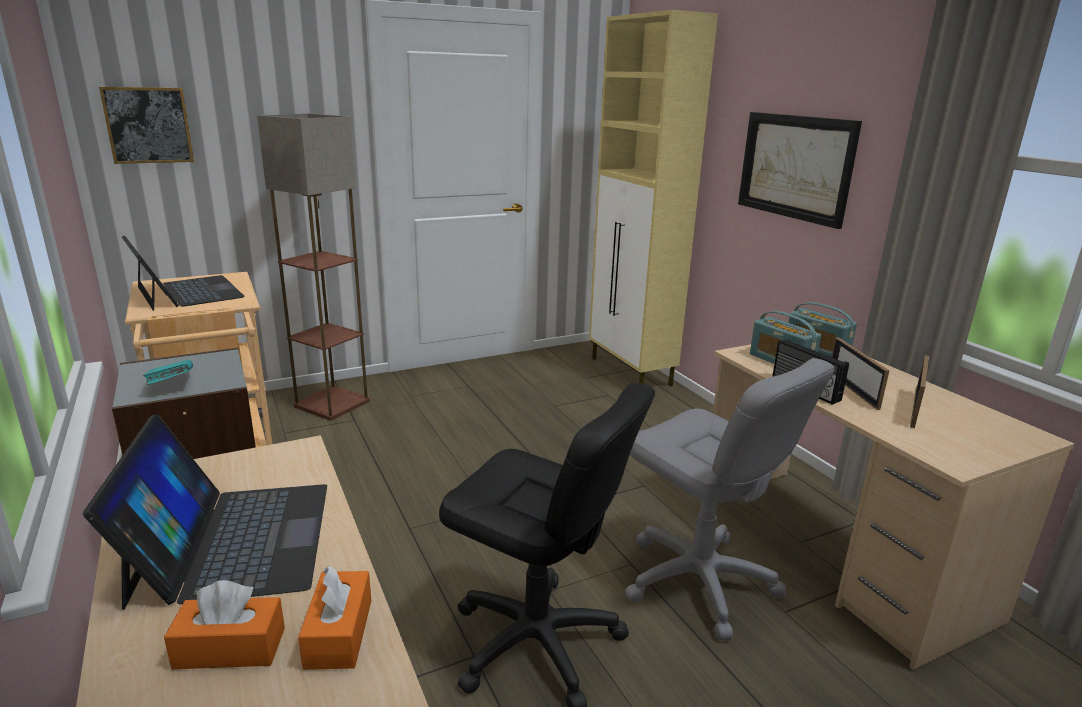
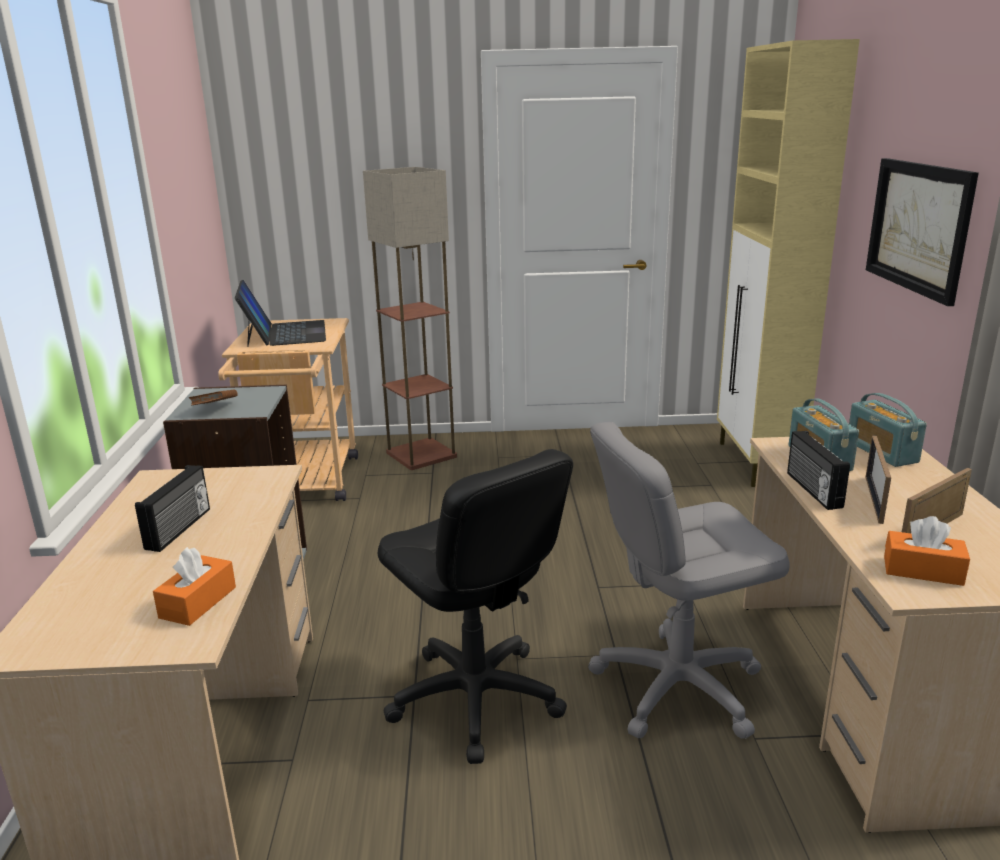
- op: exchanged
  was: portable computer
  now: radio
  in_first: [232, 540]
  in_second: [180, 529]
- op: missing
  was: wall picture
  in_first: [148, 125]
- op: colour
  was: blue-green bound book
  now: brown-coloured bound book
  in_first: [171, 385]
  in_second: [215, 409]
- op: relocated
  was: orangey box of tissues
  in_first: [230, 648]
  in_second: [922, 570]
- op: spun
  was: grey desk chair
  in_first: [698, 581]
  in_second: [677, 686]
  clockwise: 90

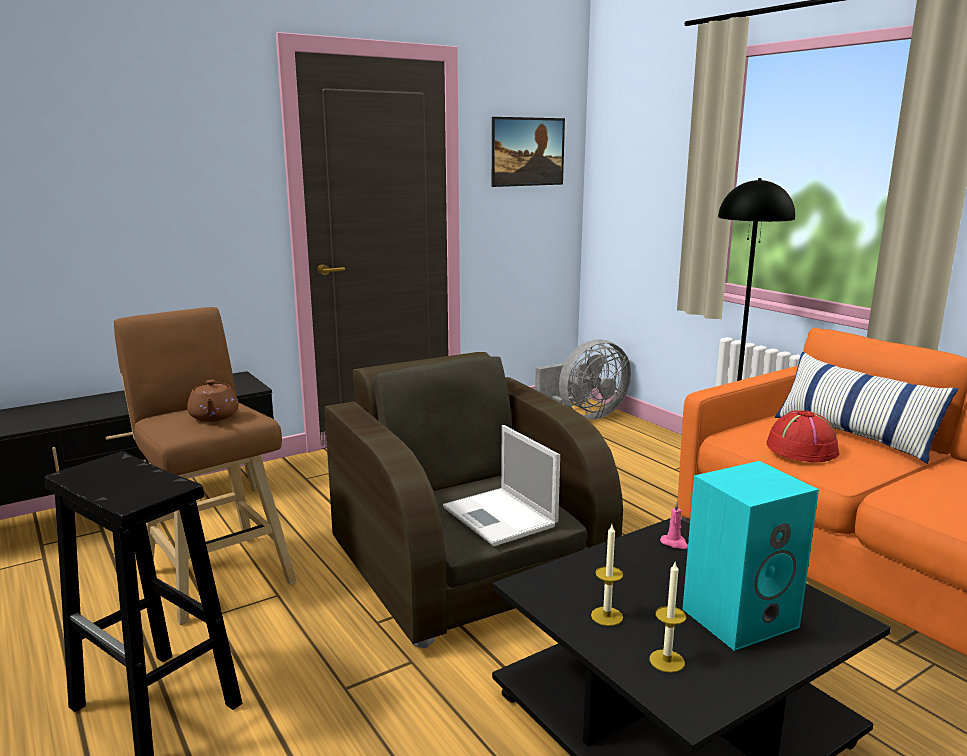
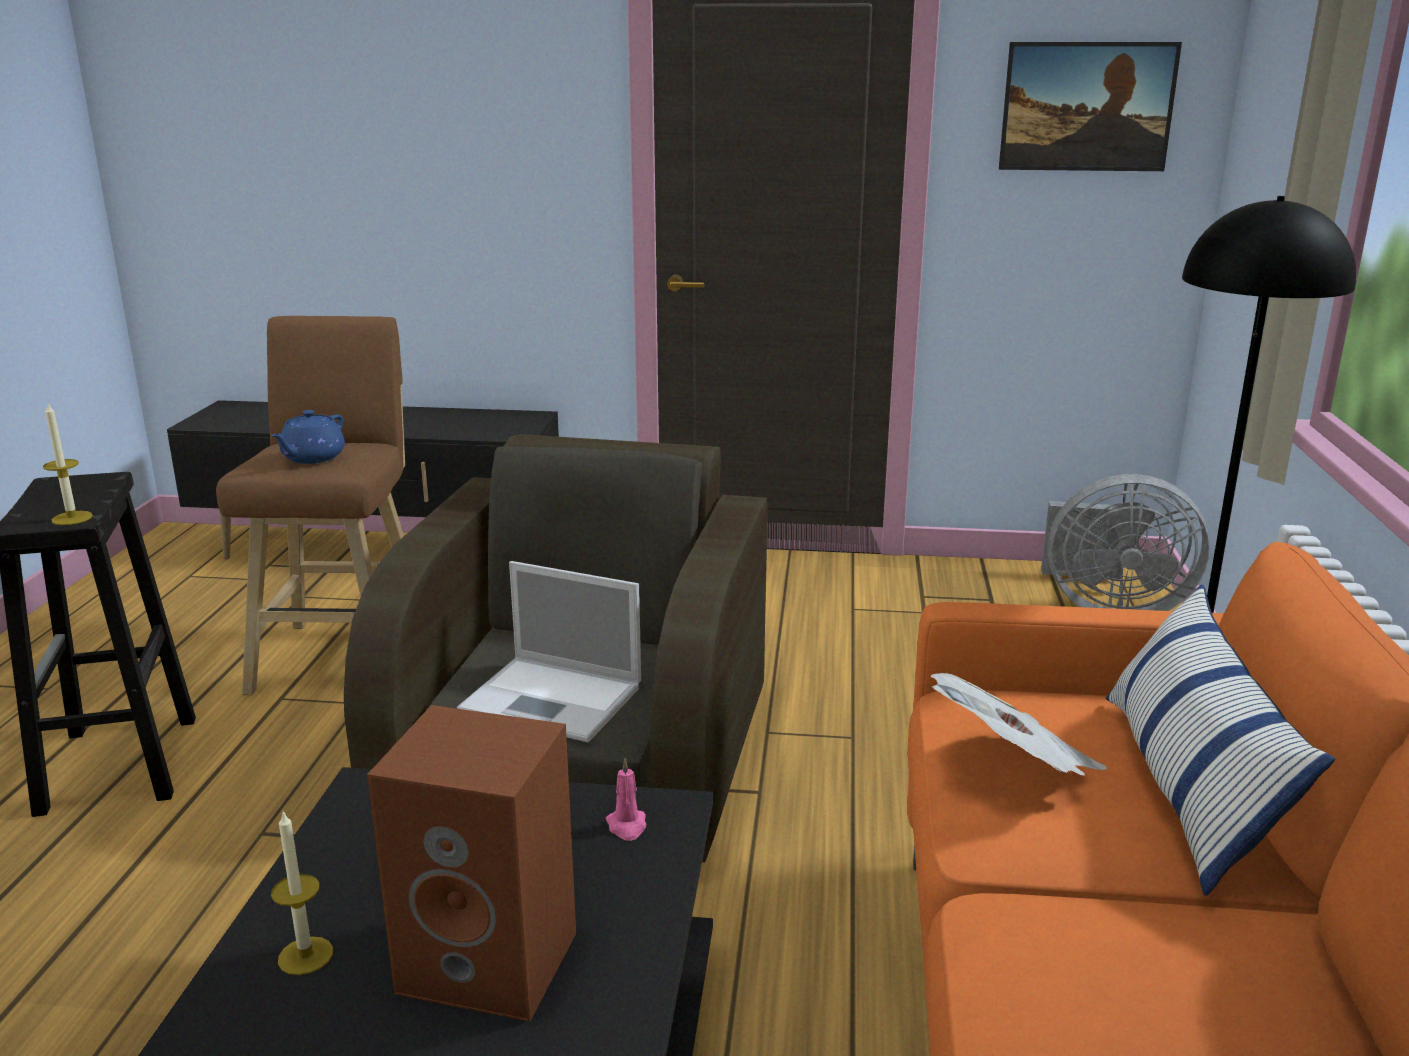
- op: colour
  was: brown-coloured teapot
  now: bluish teapot
  in_first: [214, 417]
  in_second: [312, 458]
- op: spun
  was: portable computer
  in_first: [501, 517]
  in_second: [555, 699]
  clockwise: -75
- op: relocated
  was: candle
  in_first: [607, 616]
  in_second: [72, 518]
- op: colour
  was: blue-green audio speaker
  now: brown-coloured audio speaker
  in_first: [740, 616]
  in_second: [493, 961]
- op: exchanged
  was: reddish hat
  now: daily paper
  in_first: [801, 448]
  in_second: [1014, 766]

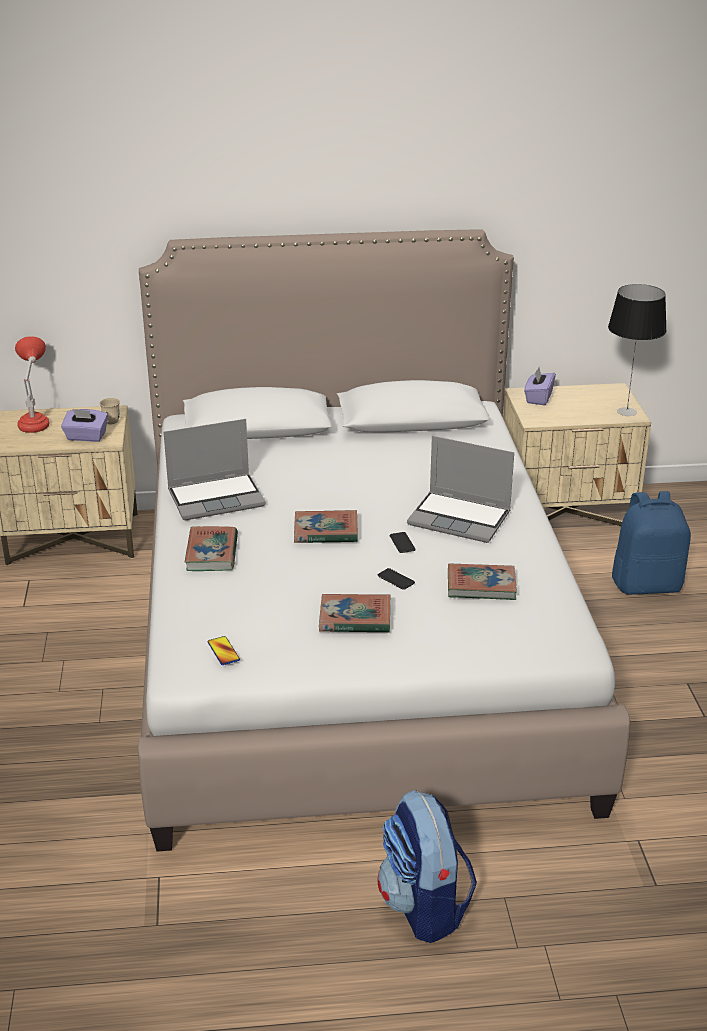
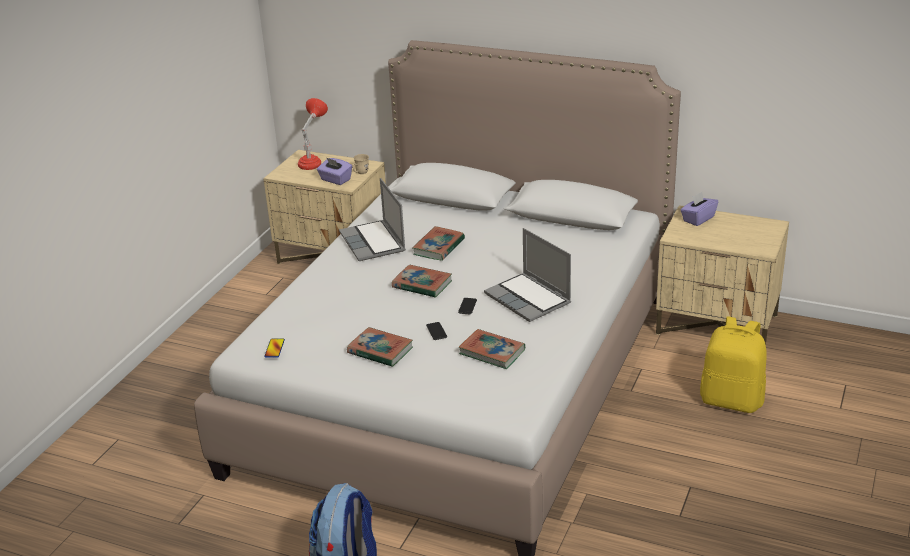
- op: spun
  was: portable computer
  in_first: [217, 497]
  in_second: [374, 242]
  clockwise: 60
- op: relocated
  was: bound book
  in_first: [212, 553]
  in_second: [439, 247]
- op: missing
  was: table lamp
  in_first: [627, 411]
- op: colour
  was: bluish backpack
  now: yellowish backpack
  in_first: [647, 584]
  in_second: [732, 400]

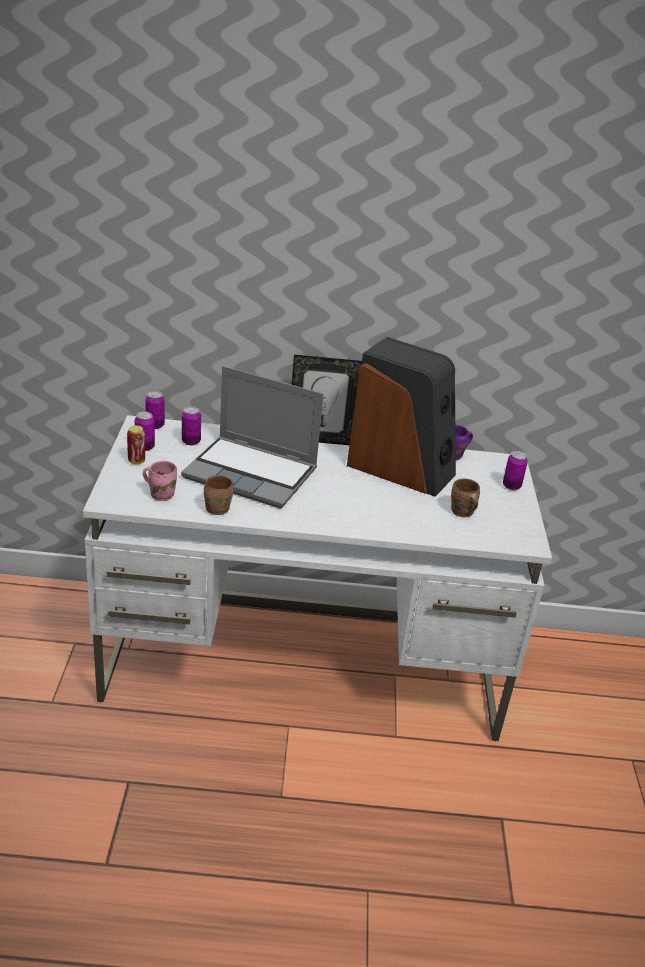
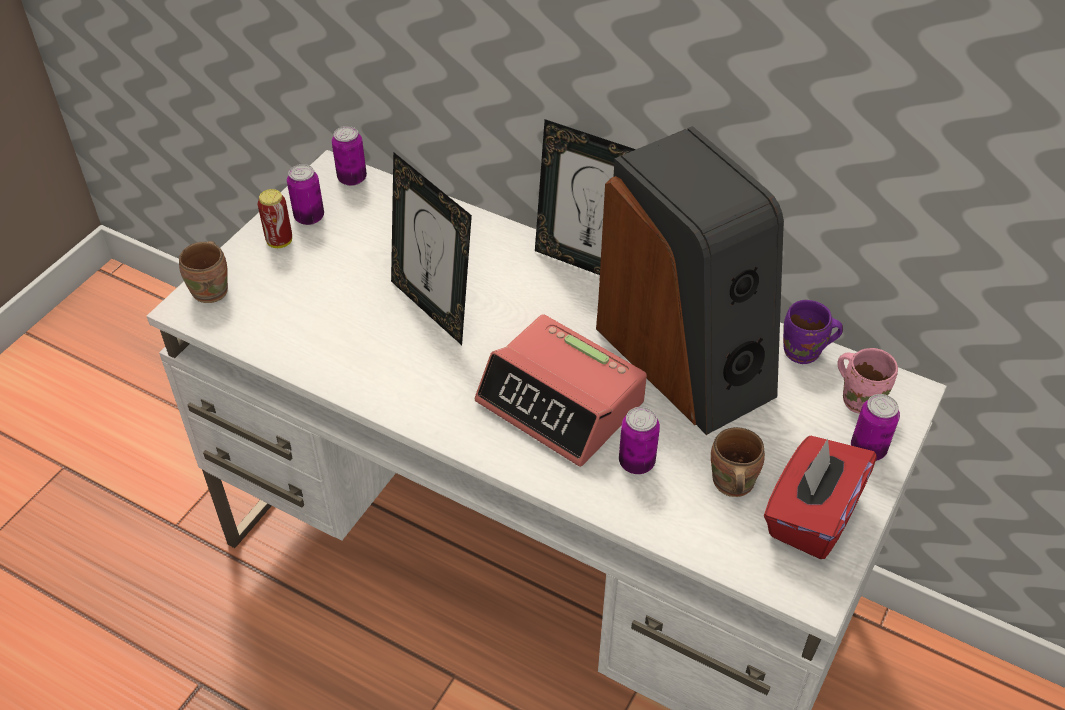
- op: relocated
  was: pink coffee mug
  in_first: [161, 494]
  in_second: [860, 398]
- op: exchanged
  was: portable computer
  now: picture frame
  in_first: [252, 473]
  in_second: [433, 308]
- op: relocated
  was: sealed can
  in_first: [191, 441]
  in_second: [636, 462]
- op: relocated
  was: brown-coloured coffee mug
  in_first: [218, 508]
  in_second: [213, 290]
- op: appeared
  now: bedside clock
  in_second: [561, 402]
- op: appeared
  now: reddish box of tissues
  in_second: [811, 515]

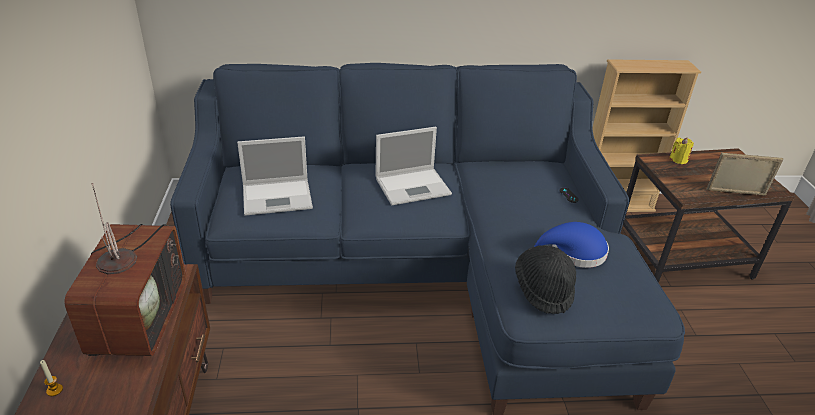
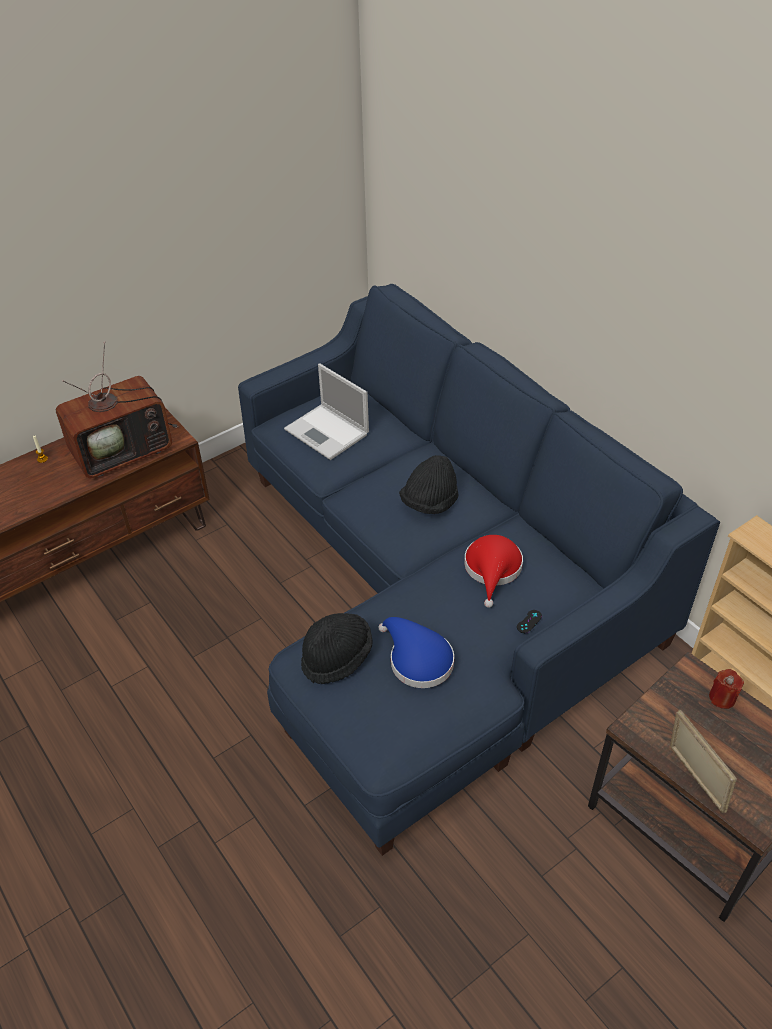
- op: exchanged
  was: portable computer
  now: blackish hat
  in_first: [414, 186]
  in_second: [429, 502]
- op: colour
  was: yellowish candle
  now: reddish candle
  in_first: [678, 160]
  in_second: [722, 698]
- op: appeared
  now: reddish hat
  in_second: [493, 569]

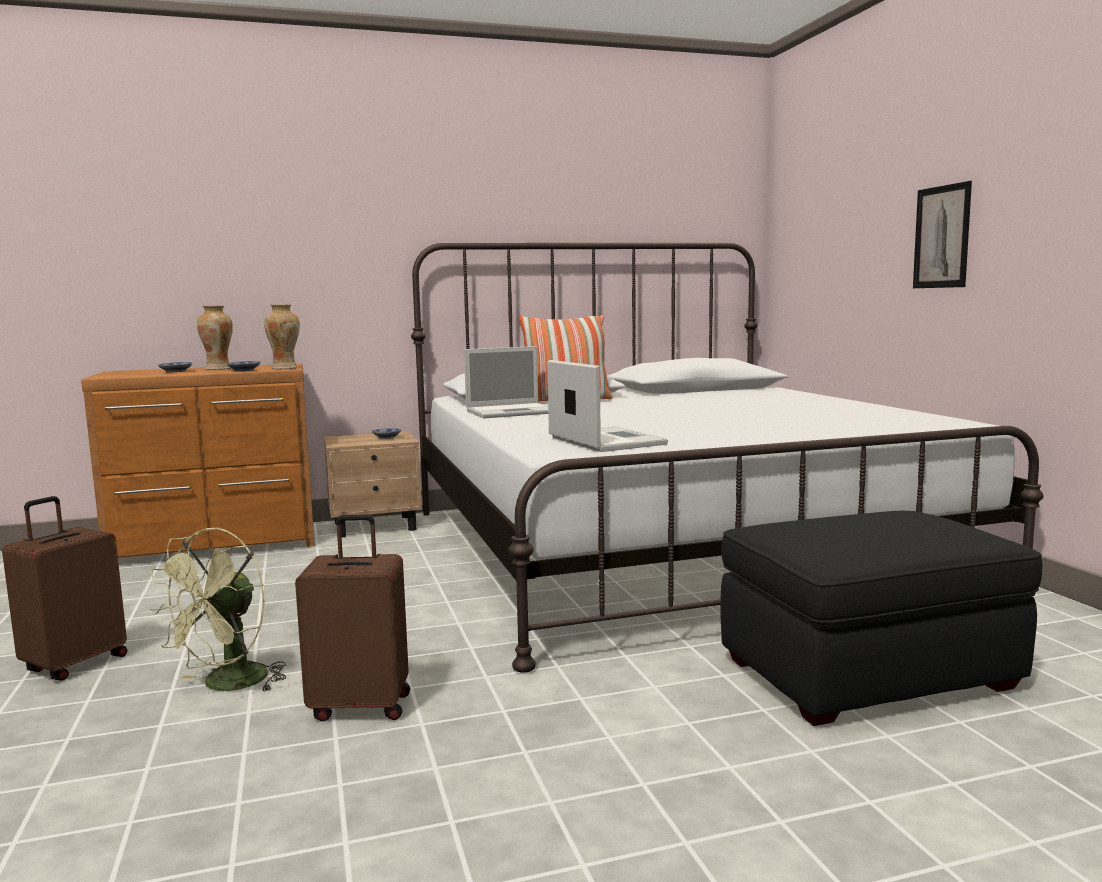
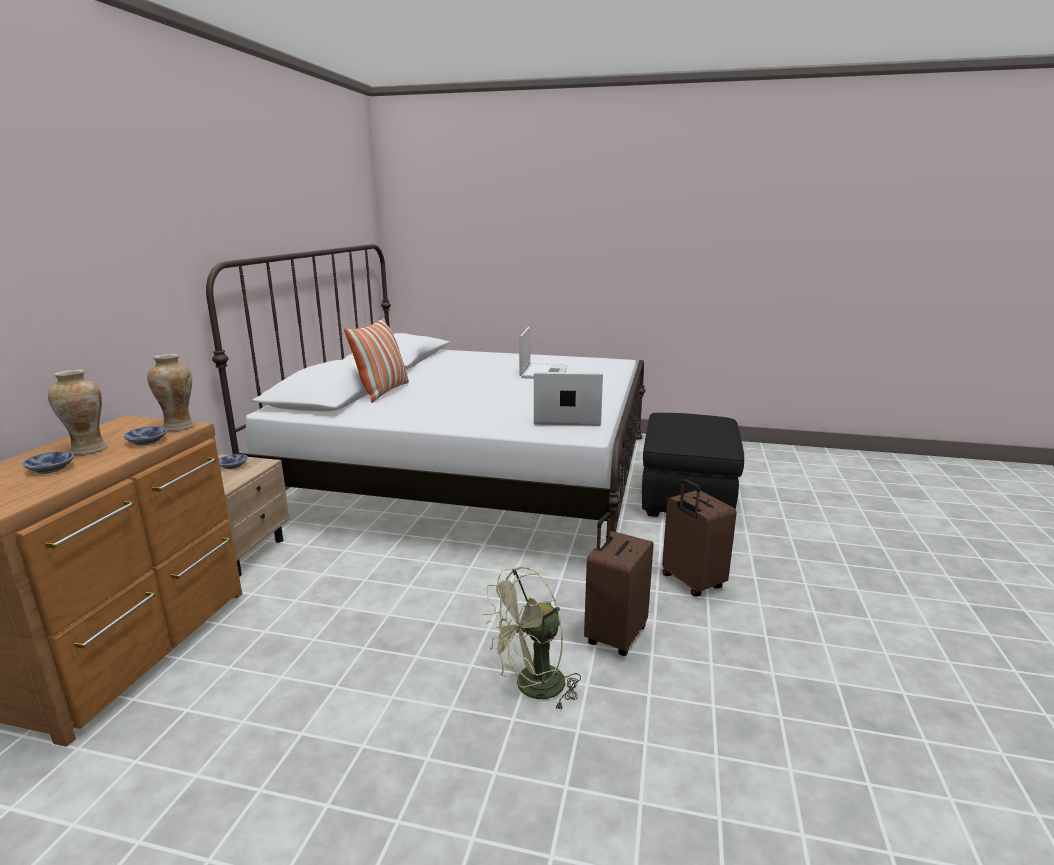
- op: relocated
  was: brown-coloured piece of luggage
  in_first: [74, 664]
  in_second: [691, 582]
- op: spun
  was: green cooling fan
  in_first: [227, 685]
  in_second: [532, 689]
  clockwise: 90
- op: relocated
  was: portable computer
  in_first: [513, 411]
  in_second: [543, 372]
- op: missing
  was: wall picture
  in_first: [942, 237]

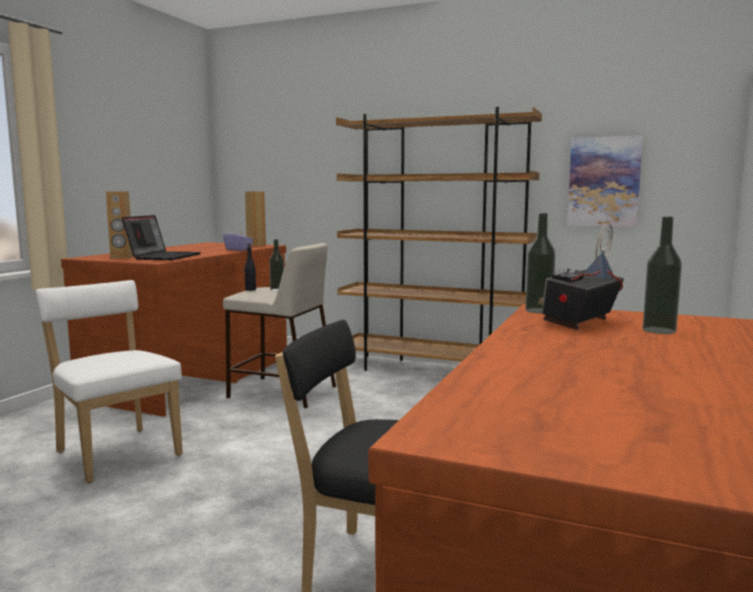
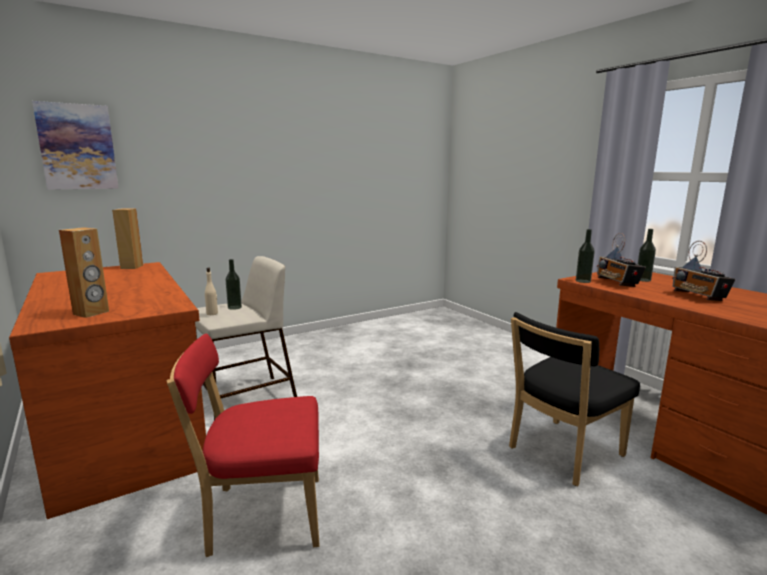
- op: colour
  was: whitish chair
  now: reddish chair
  in_first: [116, 452]
  in_second: [260, 515]
- op: missing
  was: portable computer
  in_first: [164, 257]
- op: missing
  was: purplish box of tissues
  in_first: [238, 249]
- op: colour
  was: blackish drink bottle
  now: beige-coloured drink bottle
  in_first: [250, 290]
  in_second: [212, 313]
- op: missing
  was: brown-coloured shelving unit
  in_first: [433, 370]
- op: relocated
  was: wall picture
  in_first: [604, 182]
  in_second: [77, 147]
- op: appeared
  now: radio
  in_second: [698, 296]

